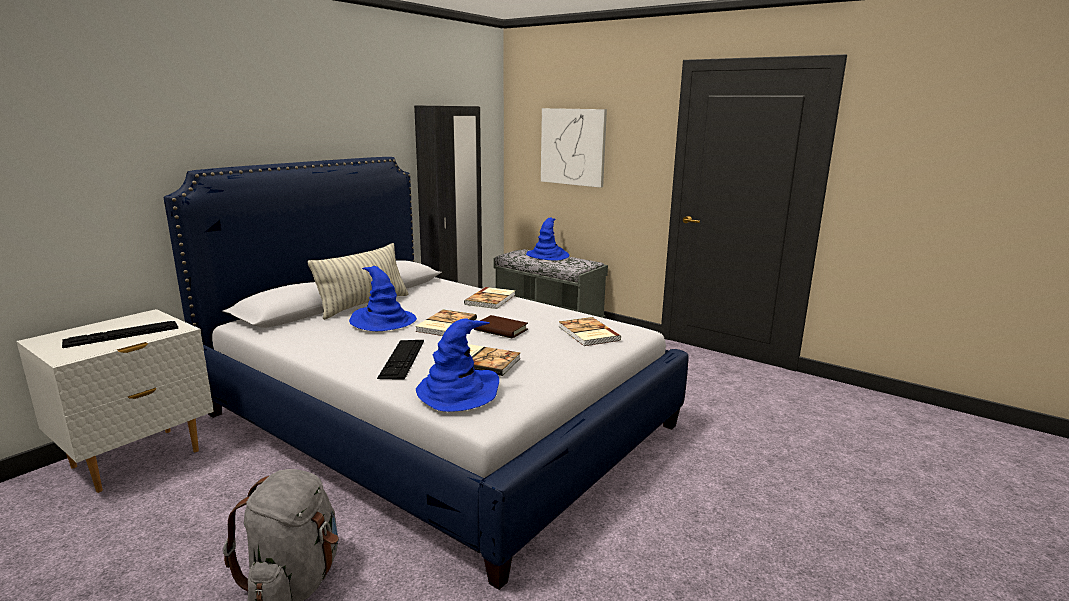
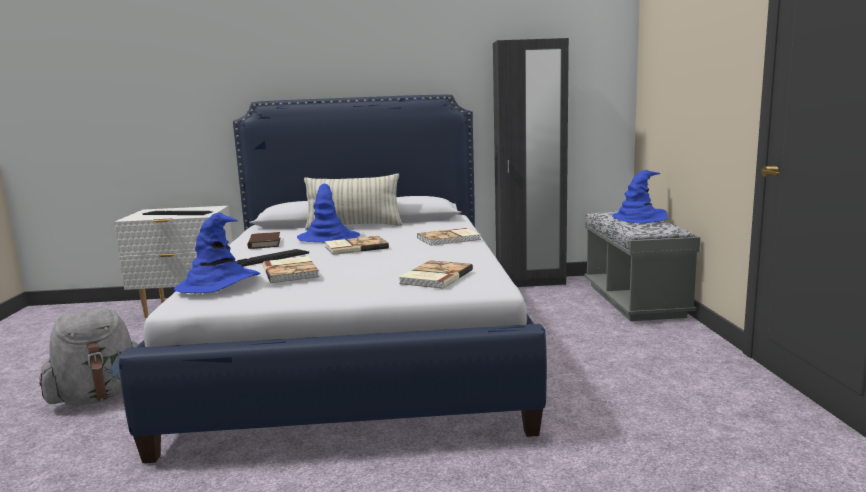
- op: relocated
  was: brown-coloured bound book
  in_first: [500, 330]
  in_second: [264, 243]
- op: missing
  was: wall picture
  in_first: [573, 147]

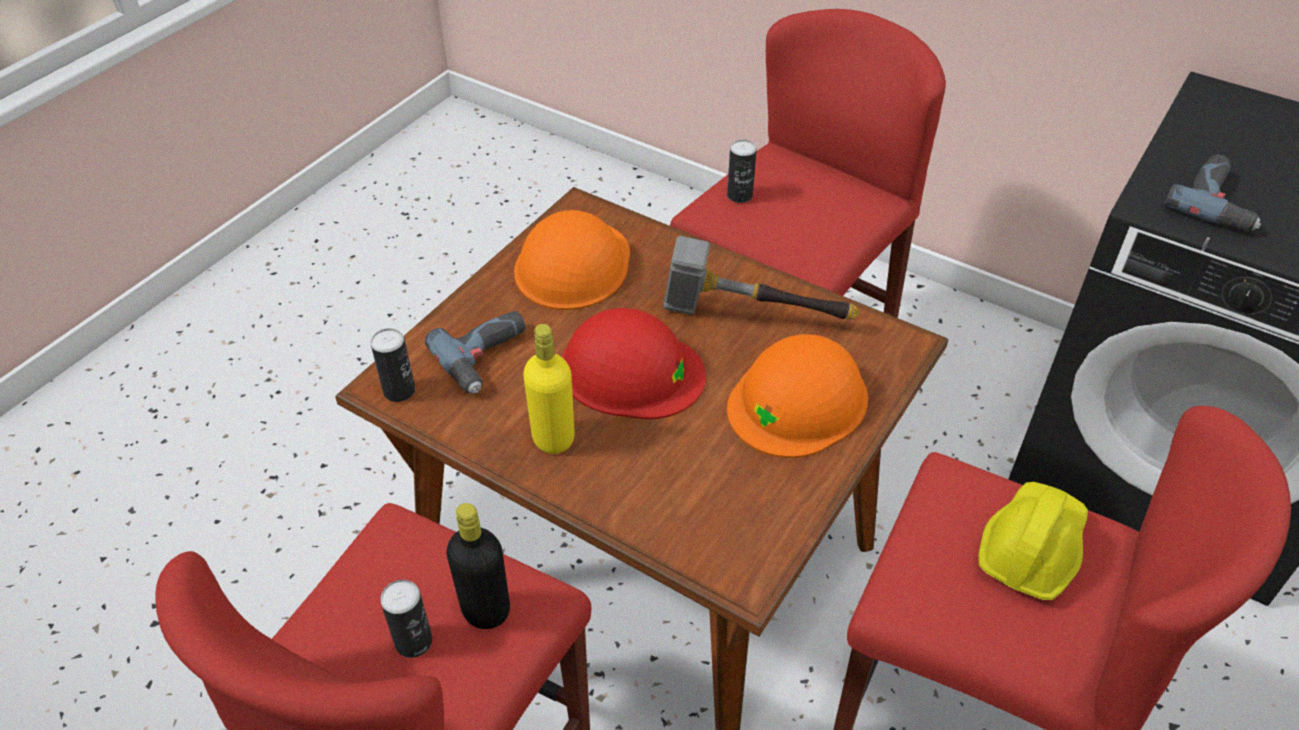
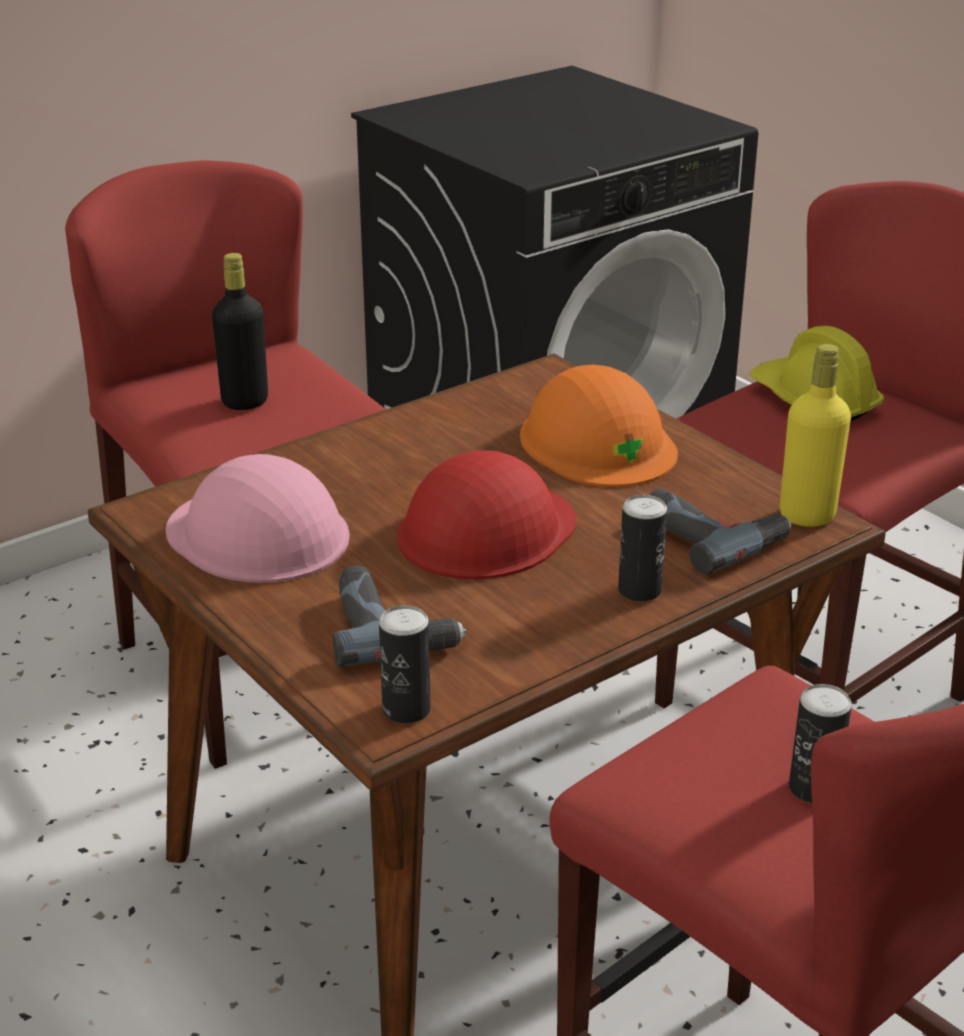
- op: relocated
  was: blackish drink bottle
  in_first: [486, 610]
  in_second: [245, 402]
- op: colour
  was: orangey hard hat
  now: pink hard hat
  in_first: [572, 265]
  in_second: [258, 534]
- op: relocated
  was: yellowish drink bottle
  in_first: [553, 438]
  in_second: [807, 515]
- op: missing
  was: hand hammer
  in_first: [750, 319]
- op: relocated
  was: sealed can
  in_first: [739, 195]
  in_second: [639, 590]
- op: relocated
  was: electric drill
  in_first: [1218, 202]
  in_second: [712, 535]

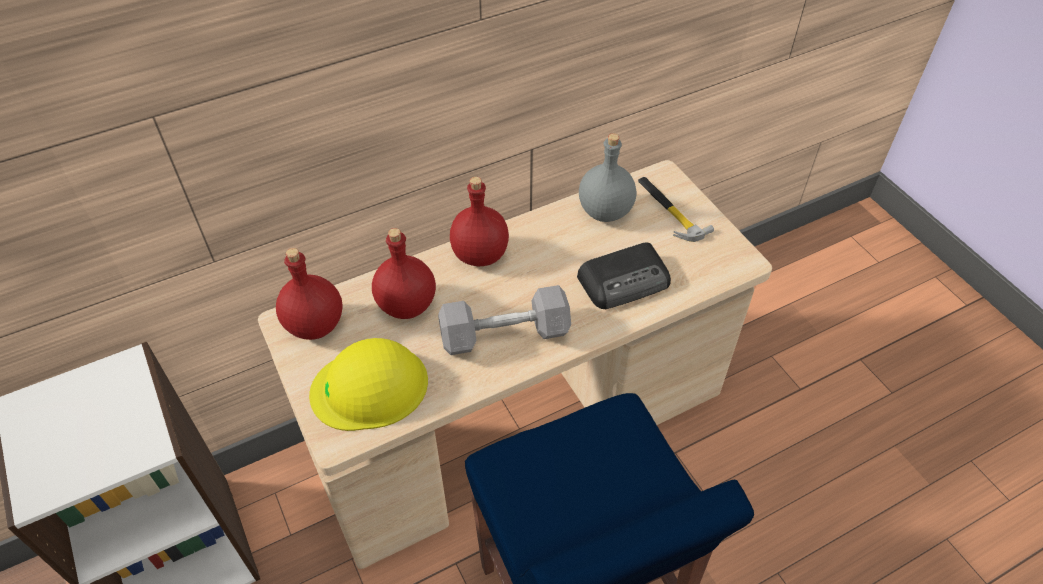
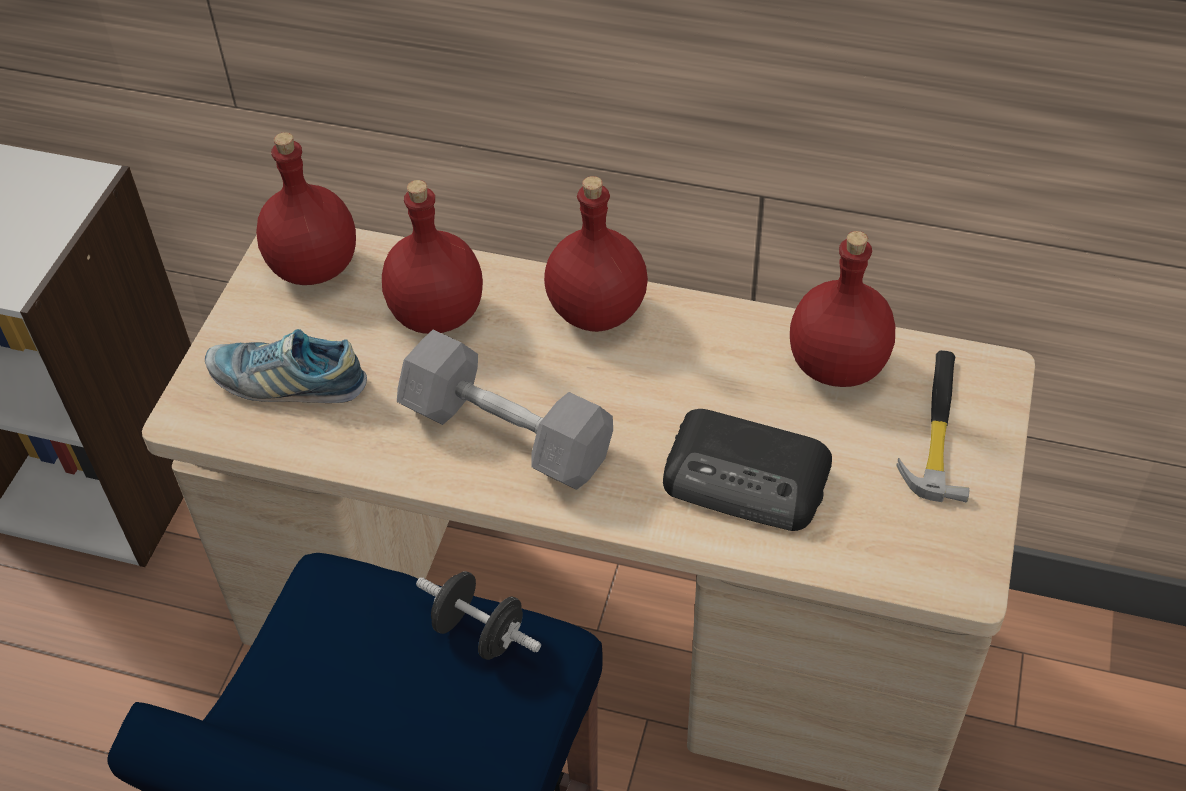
- op: exchanged
  was: yellowish hard hat
  now: shoe
  in_first: [370, 387]
  in_second: [288, 382]
- op: colour
  was: grey drink bottle
  now: reddish drink bottle
  in_first: [605, 212]
  in_second: [836, 366]
- op: appeared
  now: blackish hand weight
  in_second: [479, 632]

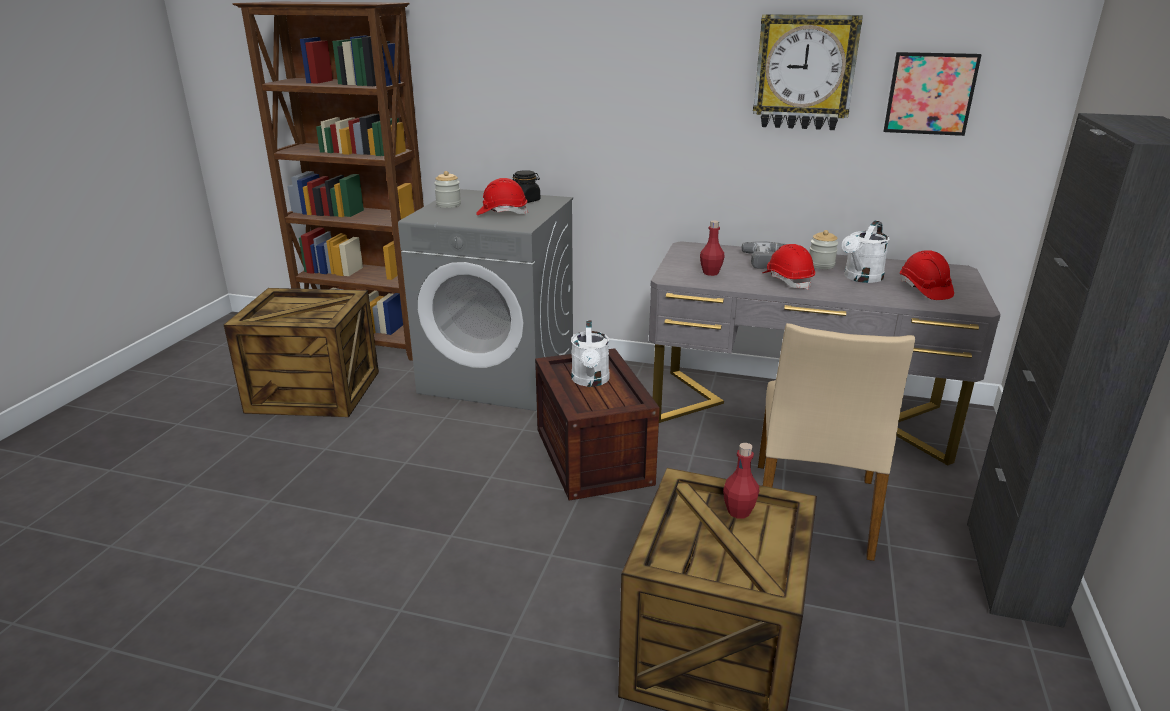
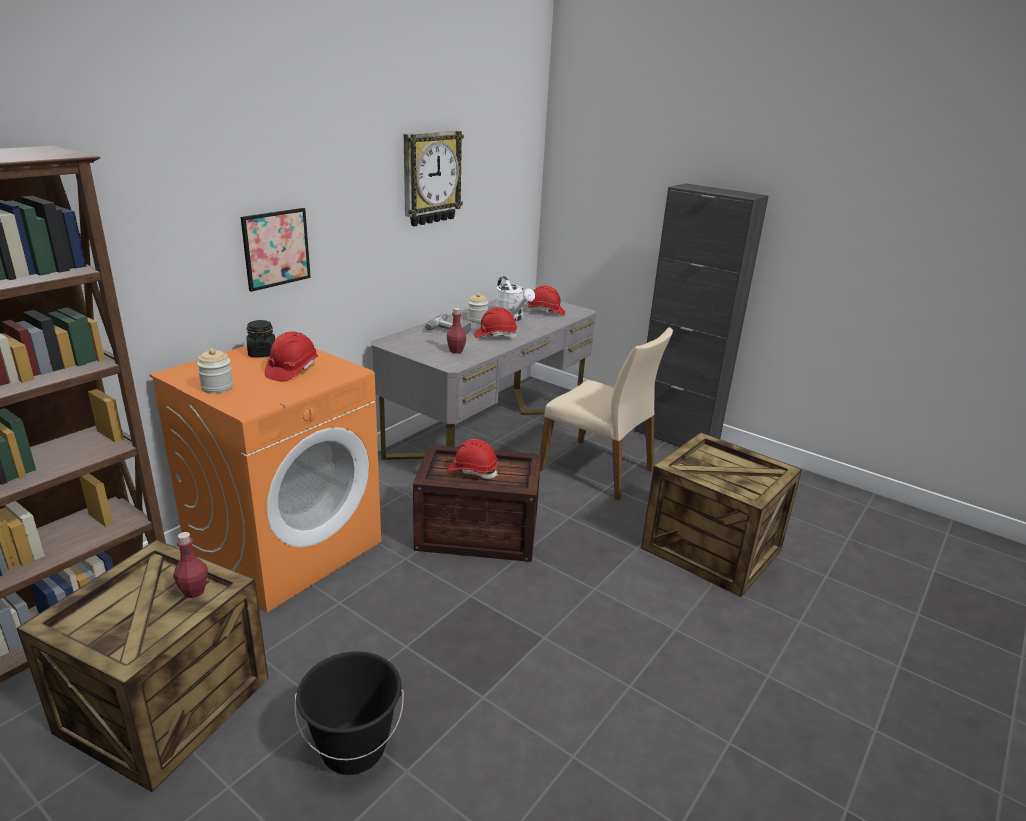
- op: colour
  was: grey washing machine
  now: orangey washing machine
  in_first: [499, 375]
  in_second: [286, 547]
- op: exchanged
  was: whitish sprinkling can
  now: reddish hard hat
  in_first: [590, 381]
  in_second: [472, 471]
- op: relocated
  was: reddish drink bottle
  in_first: [738, 512]
  in_second: [194, 591]
- op: relocated
  was: wall picture
  in_first: [930, 94]
  in_second: [276, 248]
- op: appeared
  now: blackish bucket
  in_second: [353, 748]

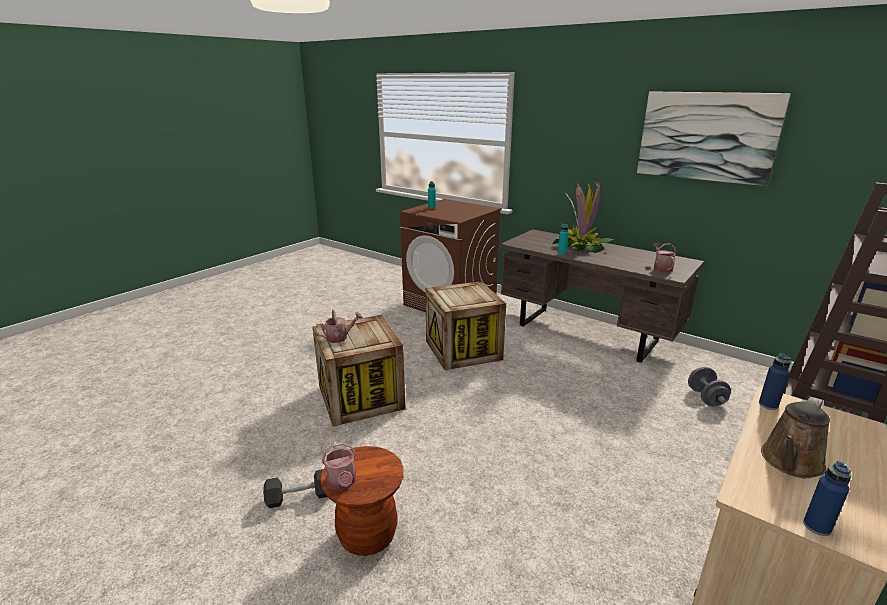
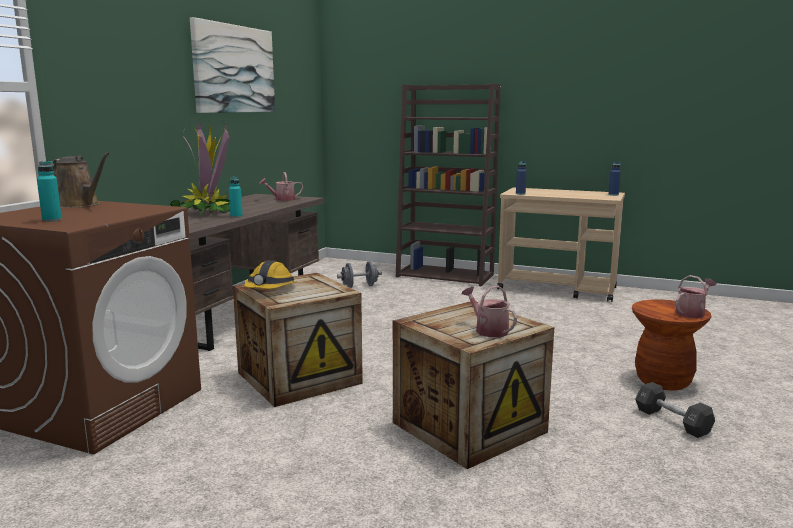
- op: relocated
  was: brown-coloured sprinkling can
  in_first: [790, 462]
  in_second: [80, 205]
- op: appeared
  now: hard hat
  in_second: [270, 289]

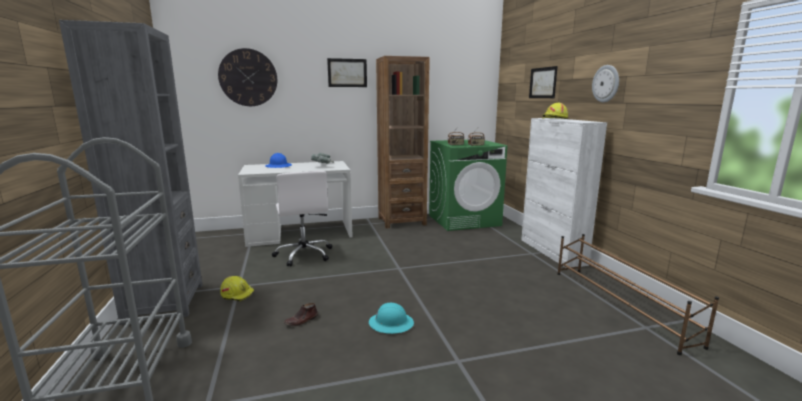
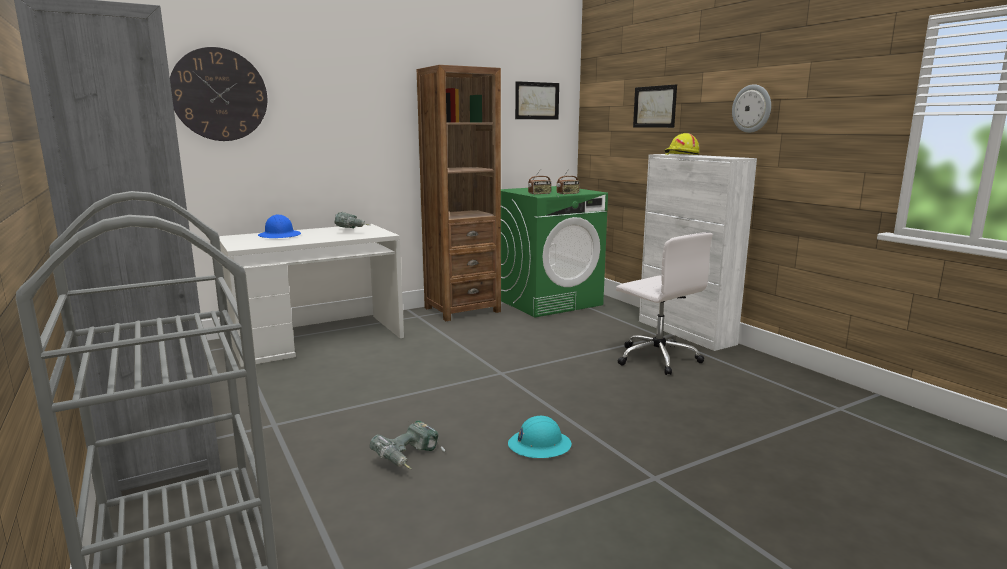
- op: missing
  was: yellowish hard hat
  in_first: [237, 294]
- op: relocated
  was: whitish desk chair
  in_first: [304, 254]
  in_second: [656, 358]
- op: exchanged
  was: brown-coloured shoe
  now: electric drill
  in_first: [301, 321]
  in_second: [410, 459]
- op: relocated
  was: wall picture
  in_first: [347, 73]
  in_second: [537, 101]
- op: missing
  was: brown-coloured shoe stand
  in_first: [619, 305]

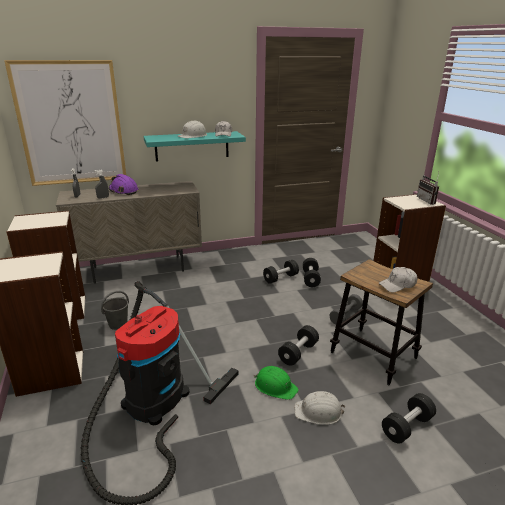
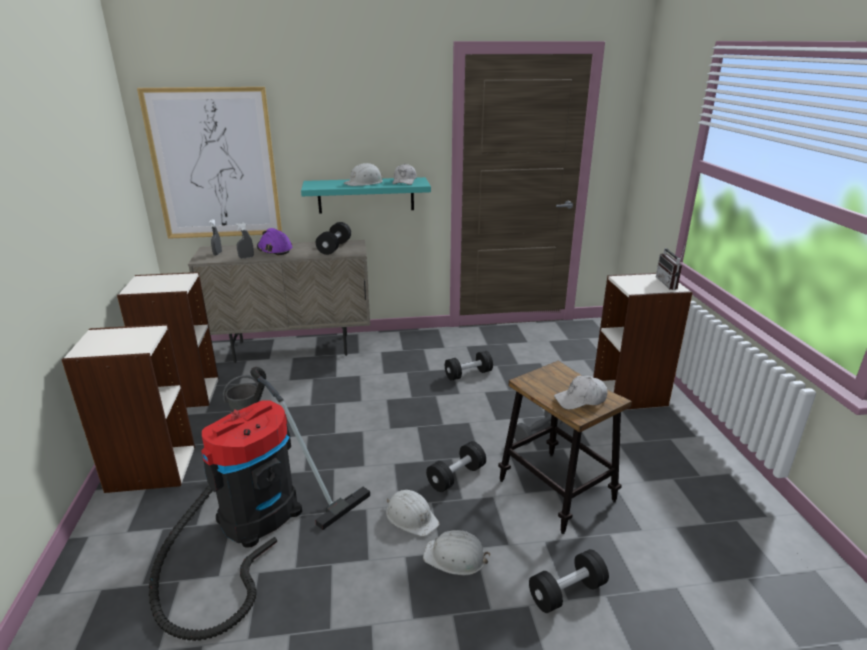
- op: colour
  was: green hard hat
  now: whitish hard hat
  in_first: [275, 386]
  in_second: [411, 517]
- op: relocated
  was: blackish hand weight
  in_first: [310, 279]
  in_second: [334, 247]

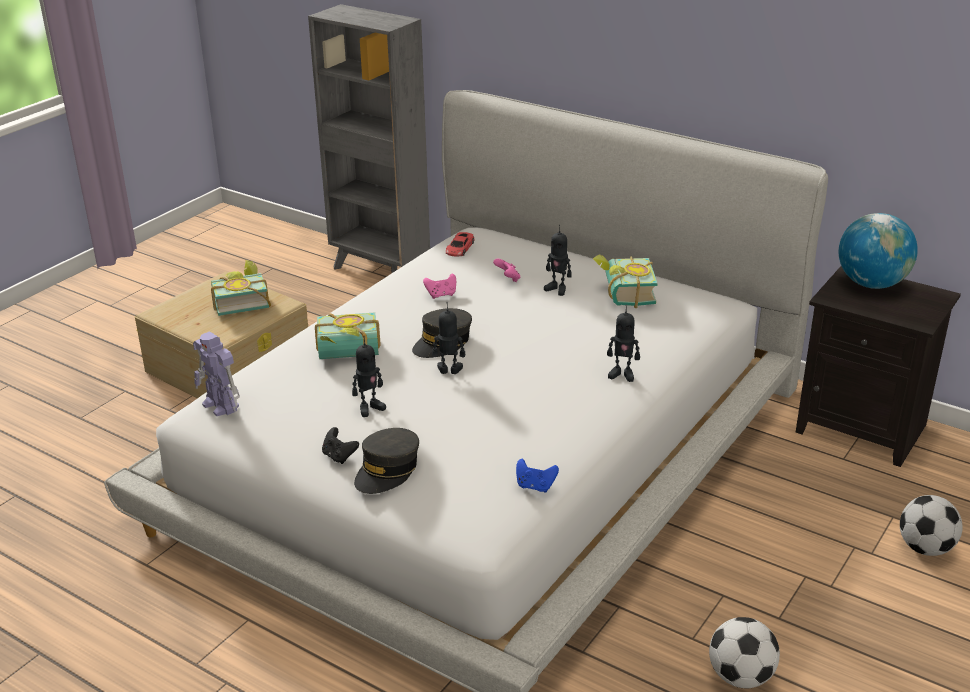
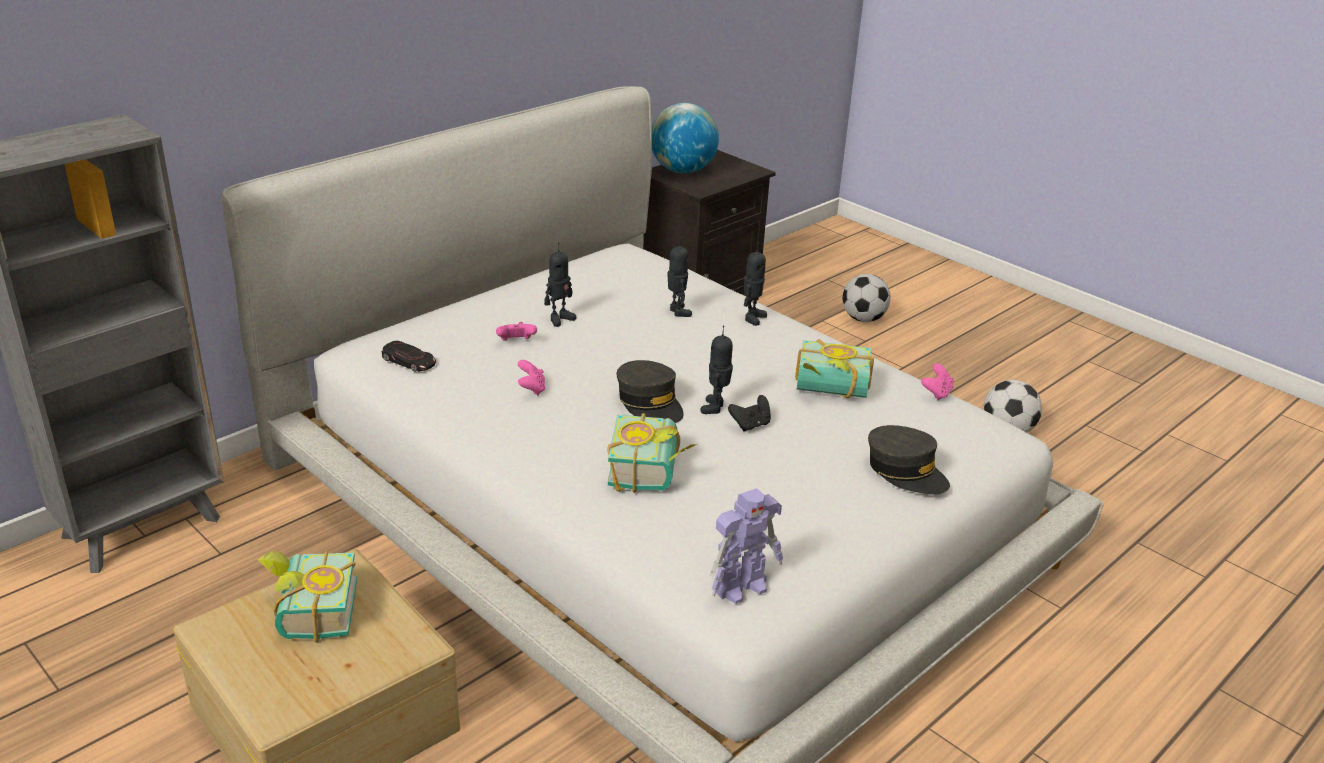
- op: relocated
  was: blackish game controller
  in_first: [339, 456]
  in_second: [750, 425]
- op: relocated
  was: robot figure
  in_first: [369, 408]
  in_second: [677, 312]
- op: colour
  was: reddish miniature car
  now: blackish miniature car
  in_first: [459, 248]
  in_second: [409, 361]
- op: colour
  was: bluish game controller
  now: pink game controller
  in_first: [535, 486]
  in_second: [936, 393]
- op: relocated
  was: bound book
  in_first: [623, 295]
  in_second: [831, 391]

